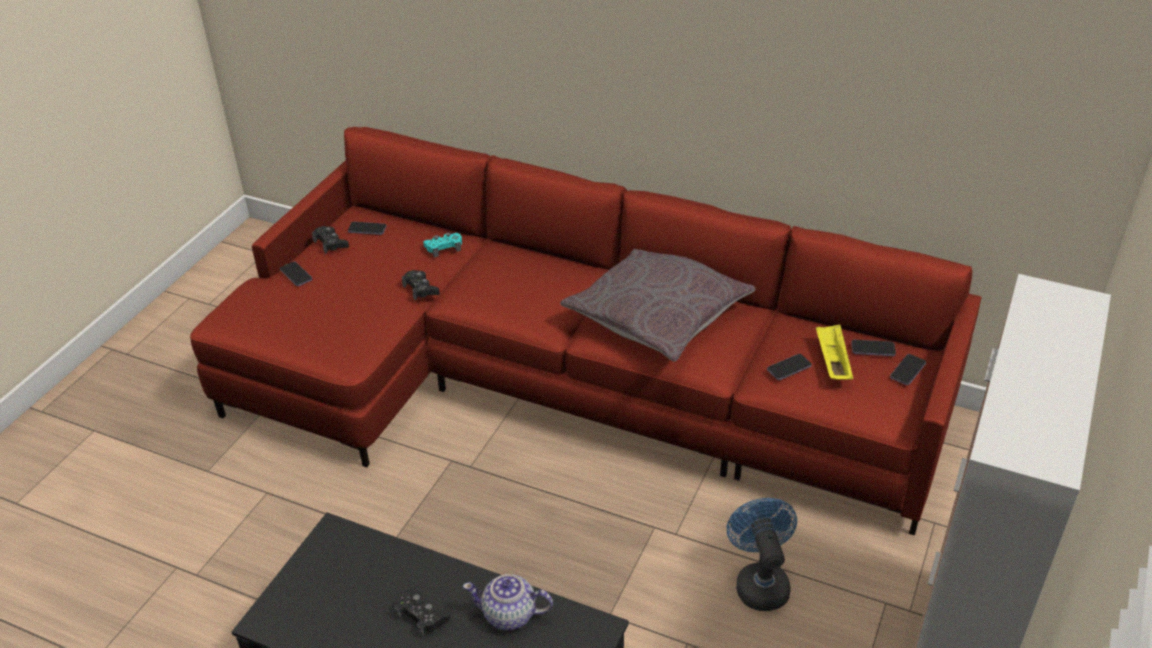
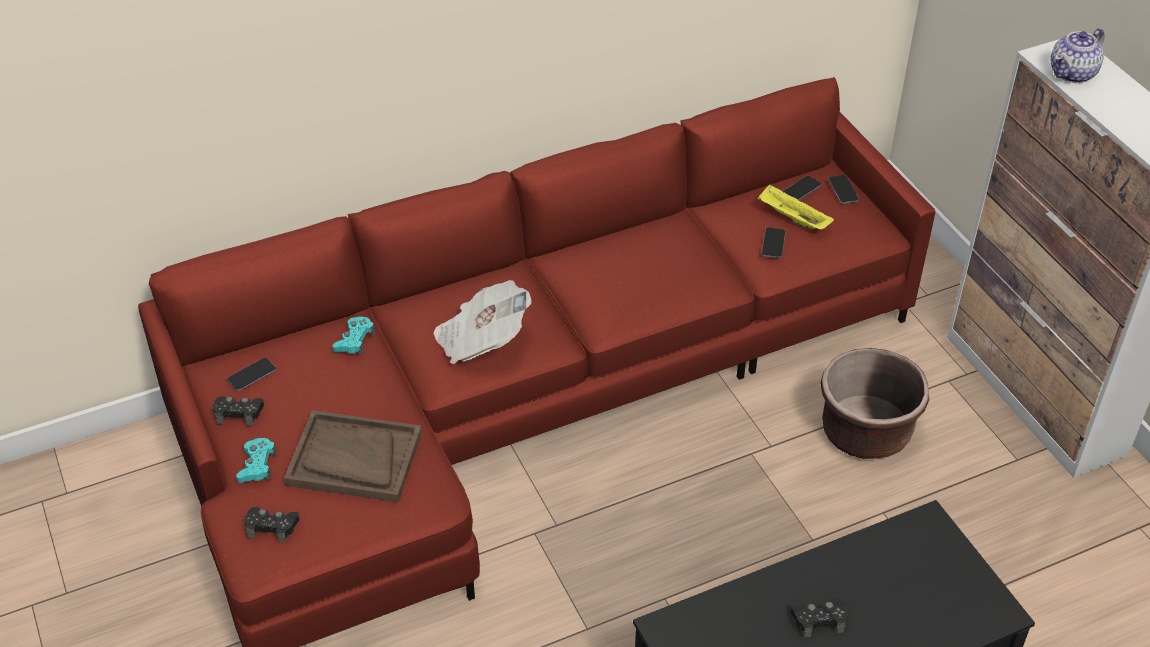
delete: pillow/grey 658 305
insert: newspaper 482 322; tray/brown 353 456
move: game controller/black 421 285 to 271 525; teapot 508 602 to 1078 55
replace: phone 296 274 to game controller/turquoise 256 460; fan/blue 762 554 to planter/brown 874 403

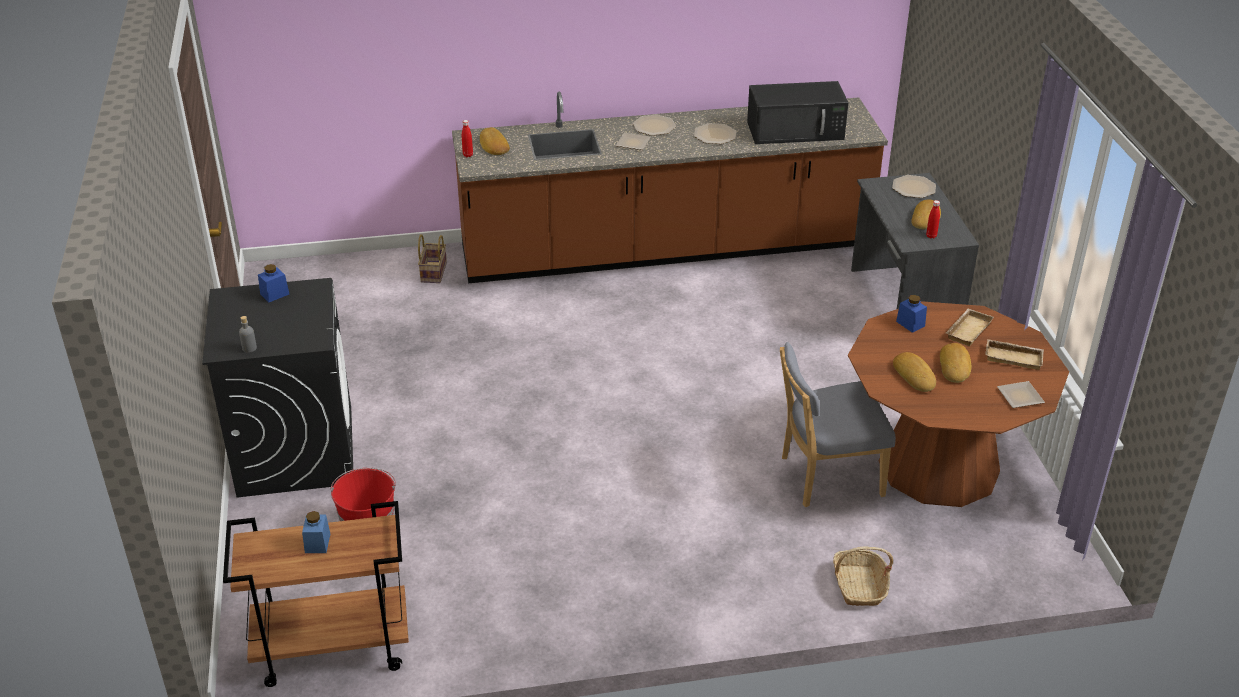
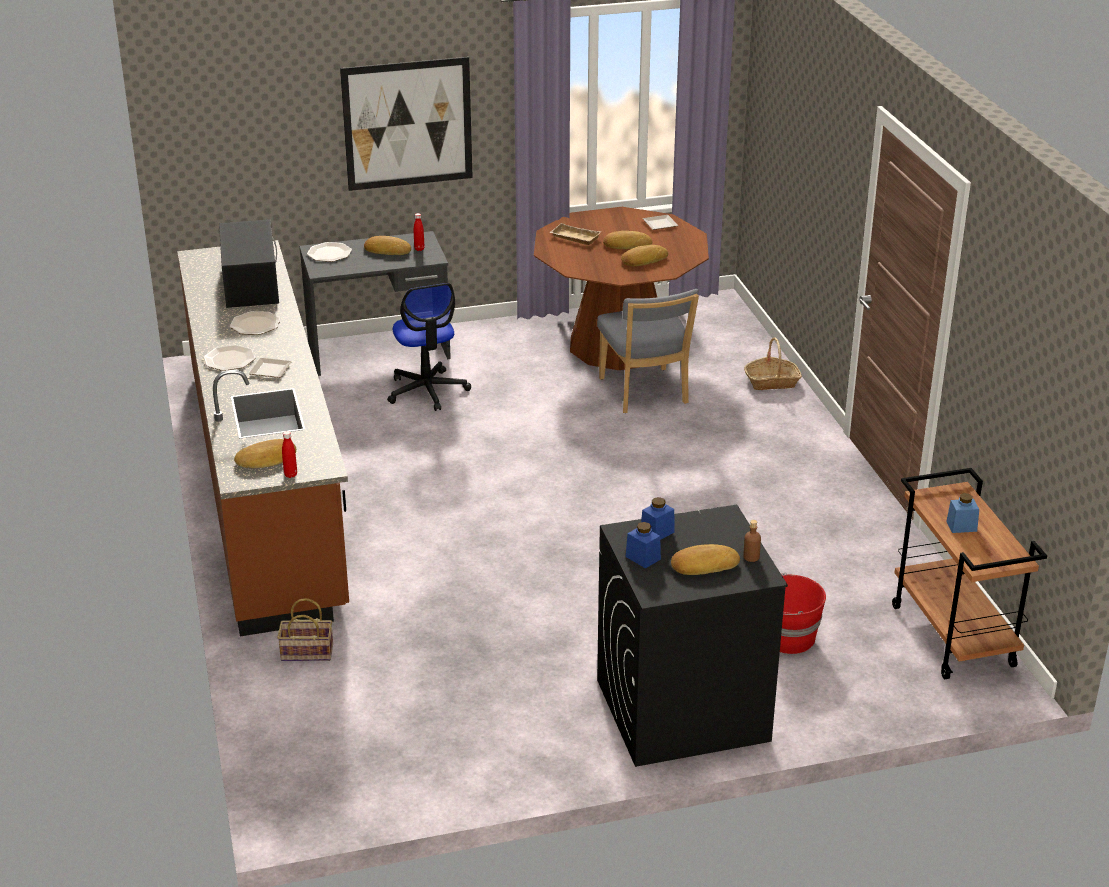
delete: tray/beige 1014 354
insert: picture 406 124; office chair 429 347; bread 705 559
move: jar/blue 911 314 to 658 518
recolor: bottle/grey 248 334 to bottle/brown 752 541

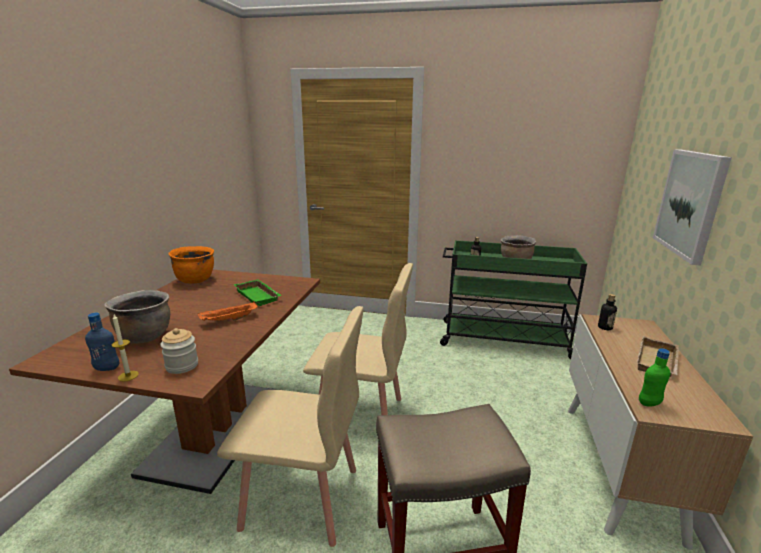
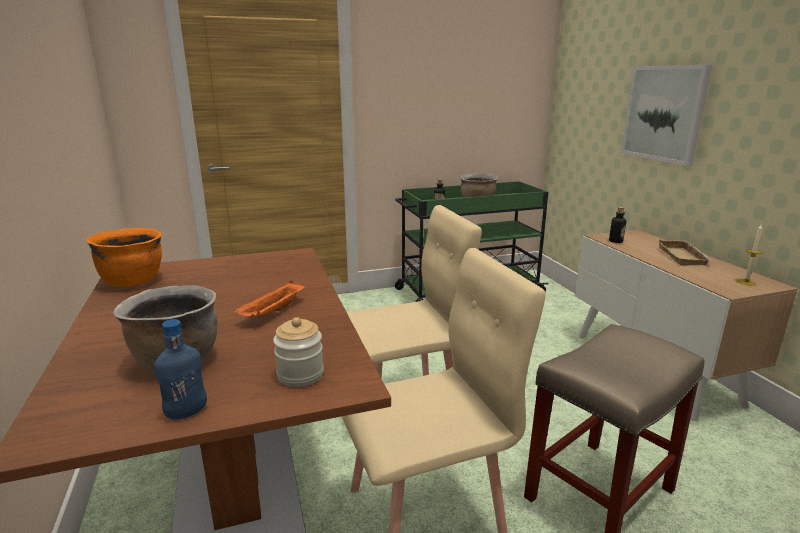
delete: tray/green 258 293; bottle/green 655 377
move: candle 125 348 to 750 255

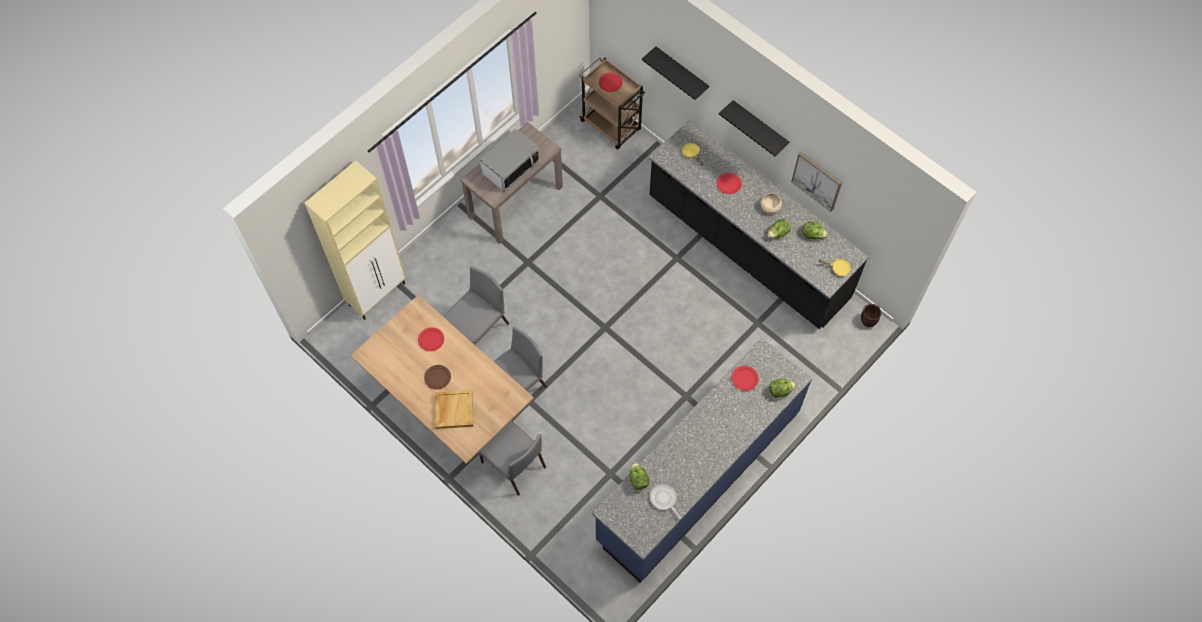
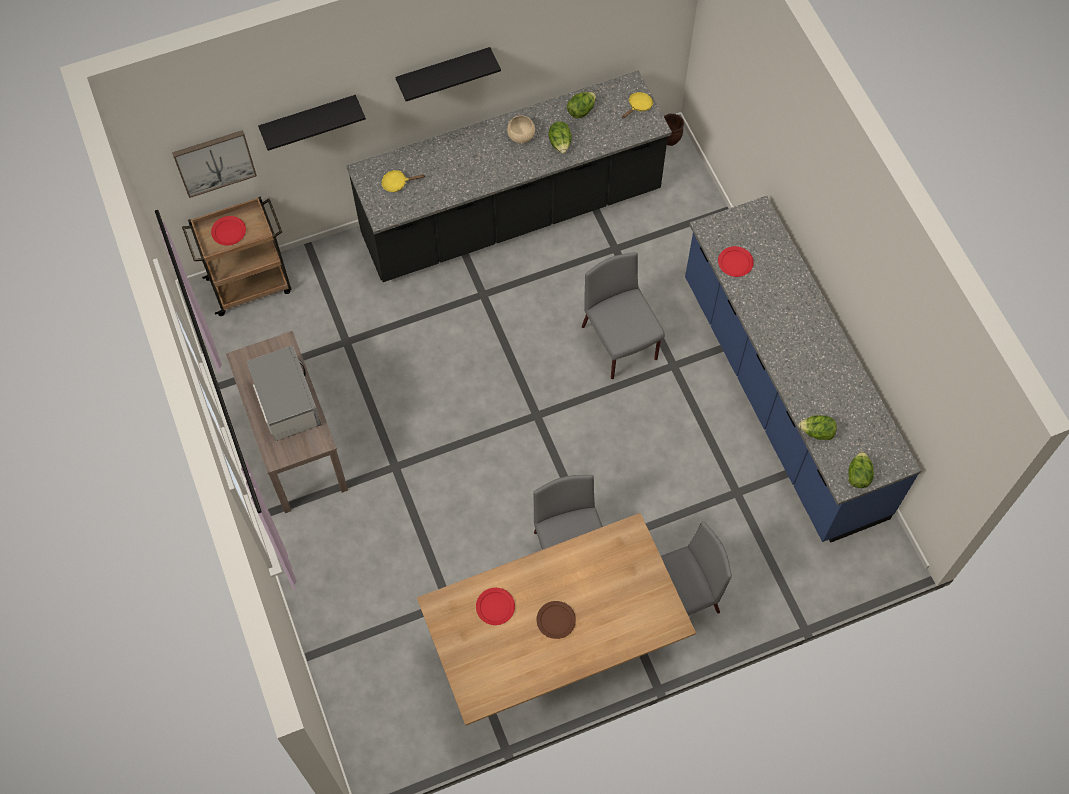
delete: cabinet/beige 355 240; plate/red 729 183; tray/beige 454 409; frying pan 666 501
move: picture 816 182 to 214 164; chair/grey 476 305 to 623 315; lettuce 782 388 to 861 469

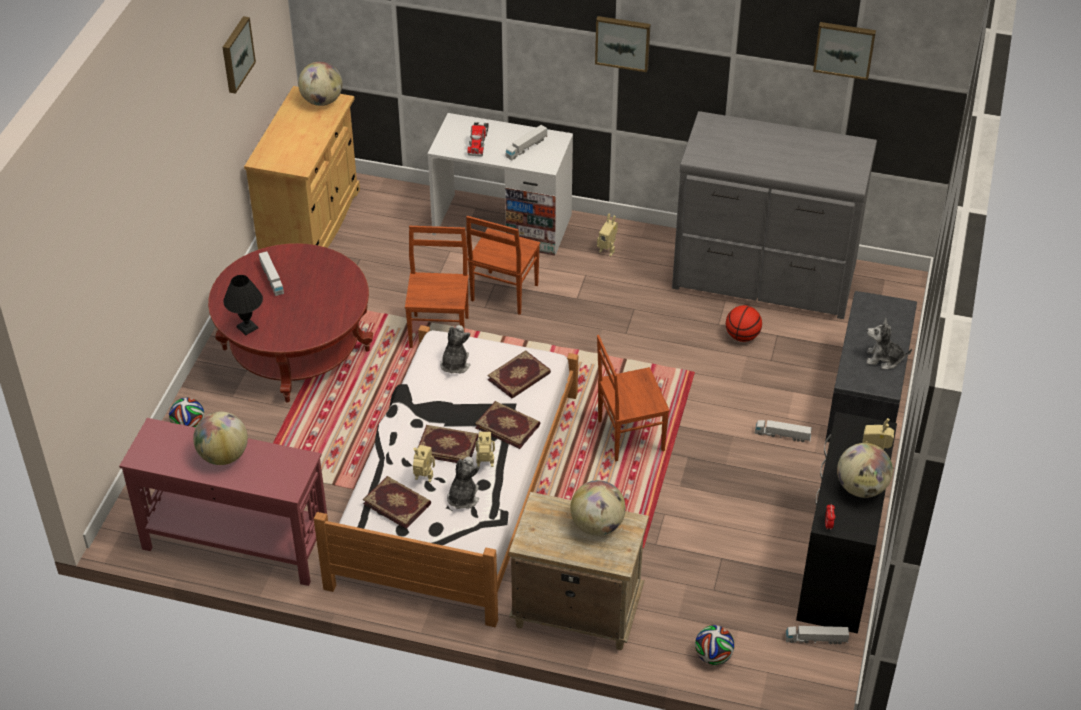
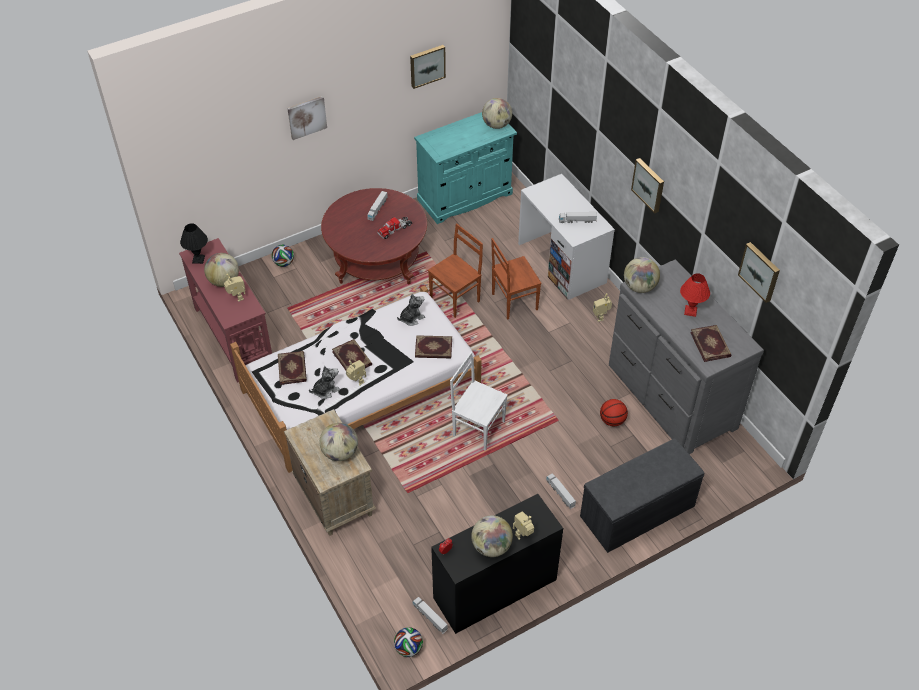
delete: plush toy 889 343
insert: picture 307 118; globe 642 275; table lamp/red 695 295
move: toy truck 478 139 to 394 228; table lamp/black 243 305 to 194 243; book 507 425 to 711 343; toy robot 424 463 to 235 288; football 714 645 to 408 642
recolor: cabinet/beige 302 168 to cabinet/turquoise 465 168; chair/brown 633 398 to chair/white 479 401

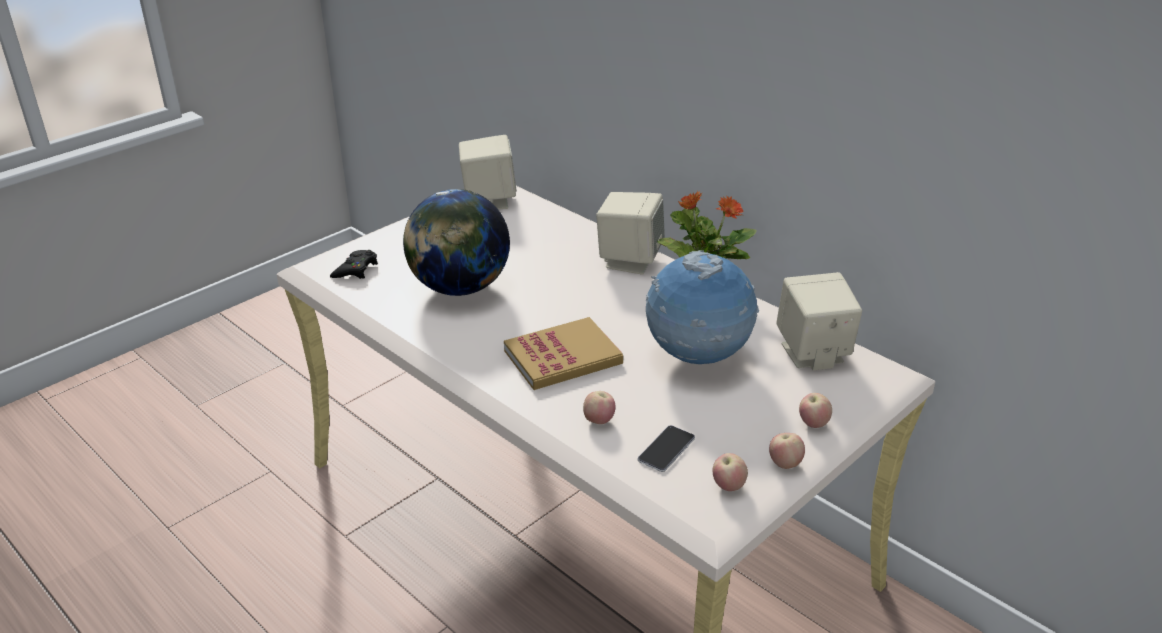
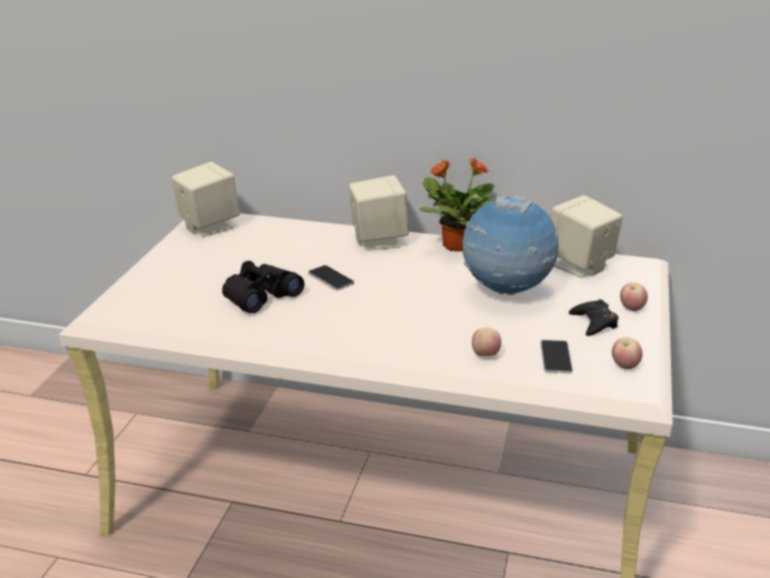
delete: book 563 353; apple 787 451
insert: phone 331 277
move: game controller/black 354 264 to 593 317
replace: globe 456 242 to binoculars/black 263 287

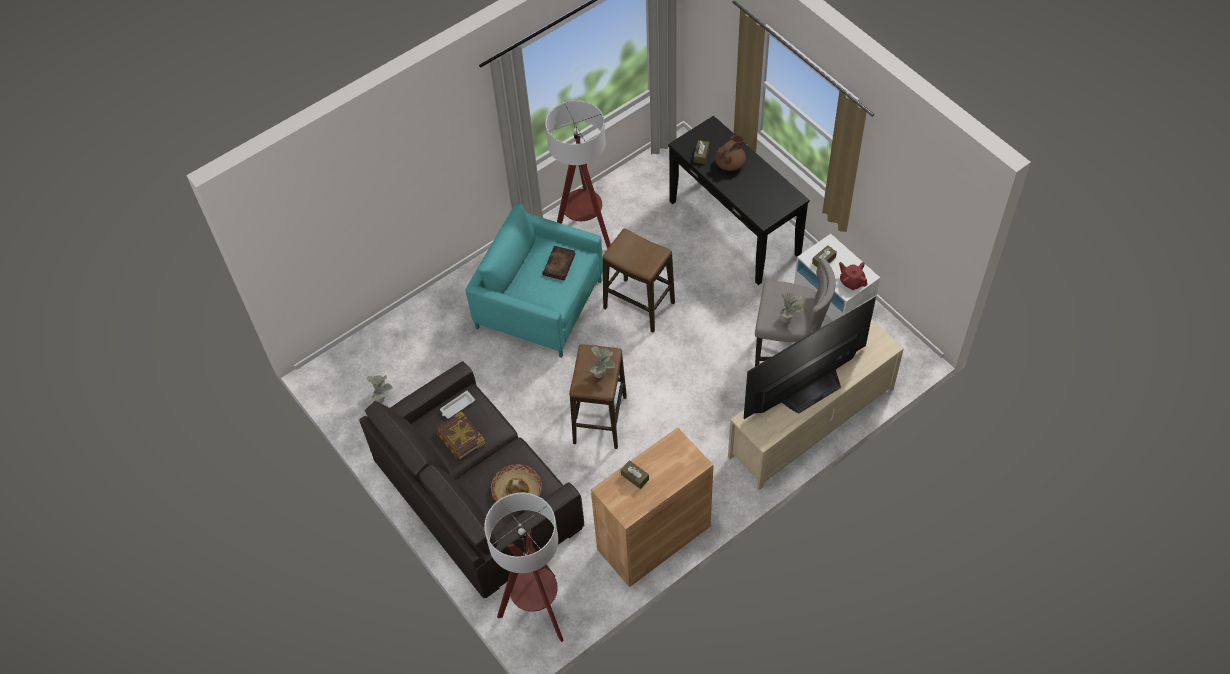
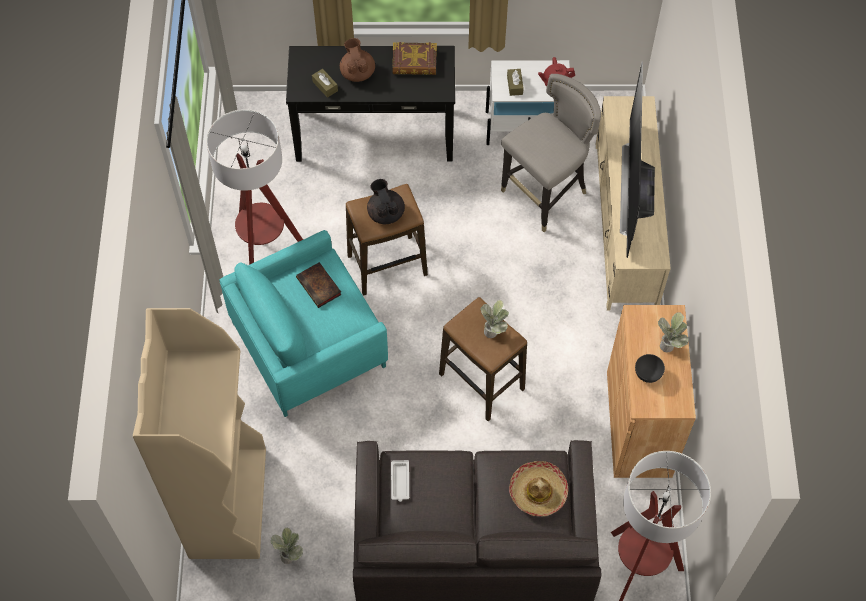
insert: teapot/black 386 201; bookcase/beige 199 433
move: potted plant 791 307 to 673 332; book 460 436 to 414 58
replace: tissue box/brown 635 474 to bowl/grey 650 368

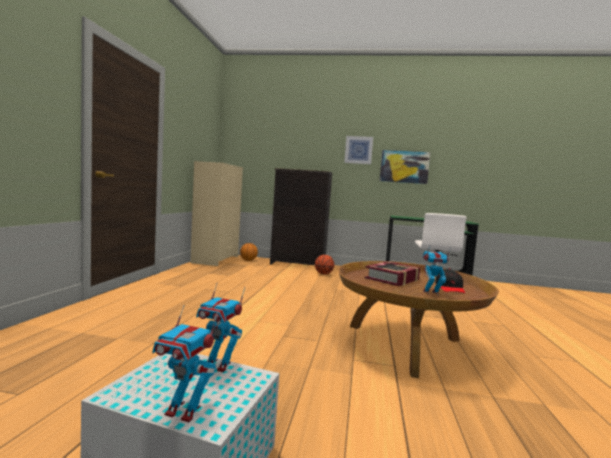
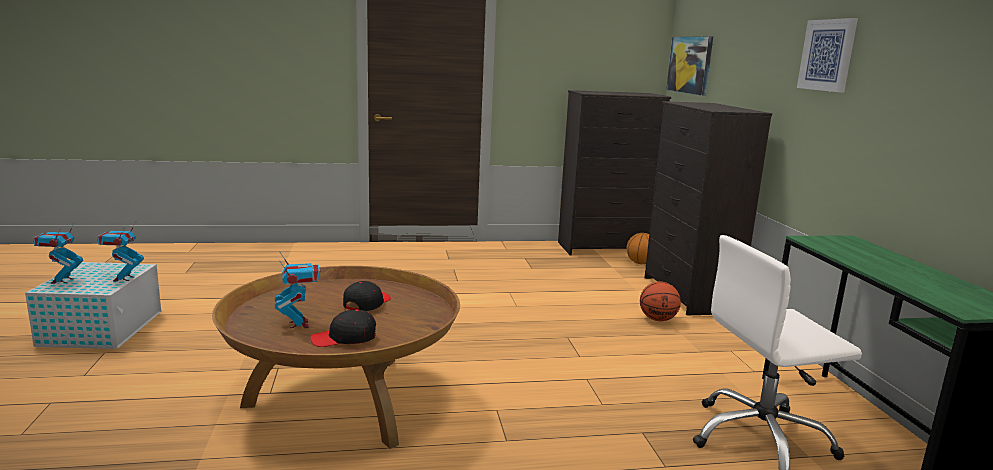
move: picture 405 167 to 689 66
replace: book 392 273 to cap/black 367 296
recolor: dresser/beige 216 213 to dresser/black 614 172

